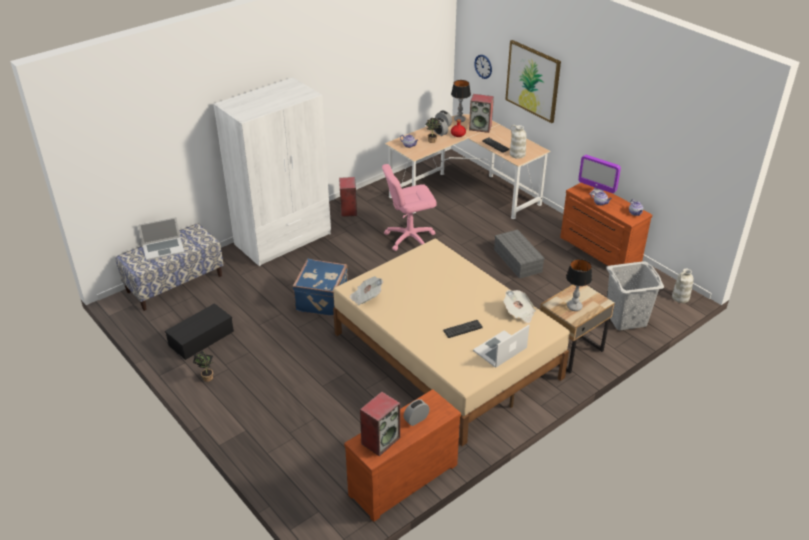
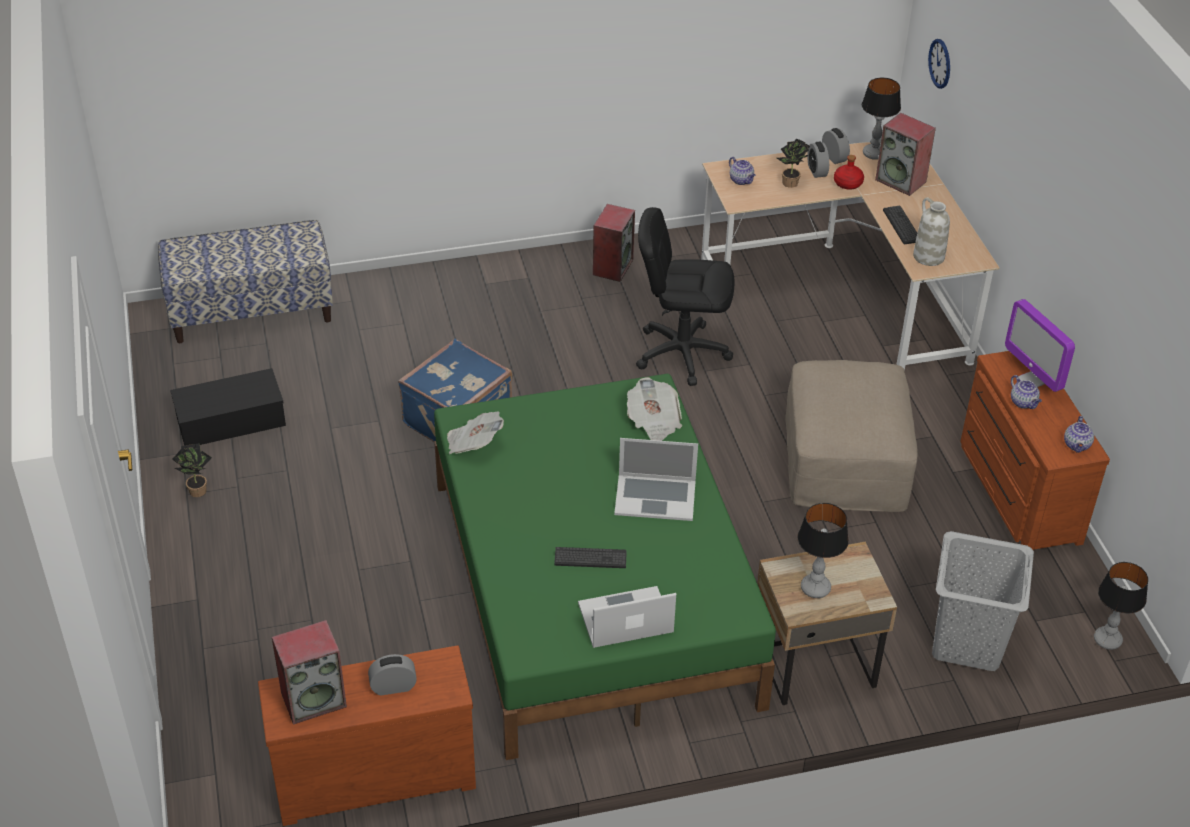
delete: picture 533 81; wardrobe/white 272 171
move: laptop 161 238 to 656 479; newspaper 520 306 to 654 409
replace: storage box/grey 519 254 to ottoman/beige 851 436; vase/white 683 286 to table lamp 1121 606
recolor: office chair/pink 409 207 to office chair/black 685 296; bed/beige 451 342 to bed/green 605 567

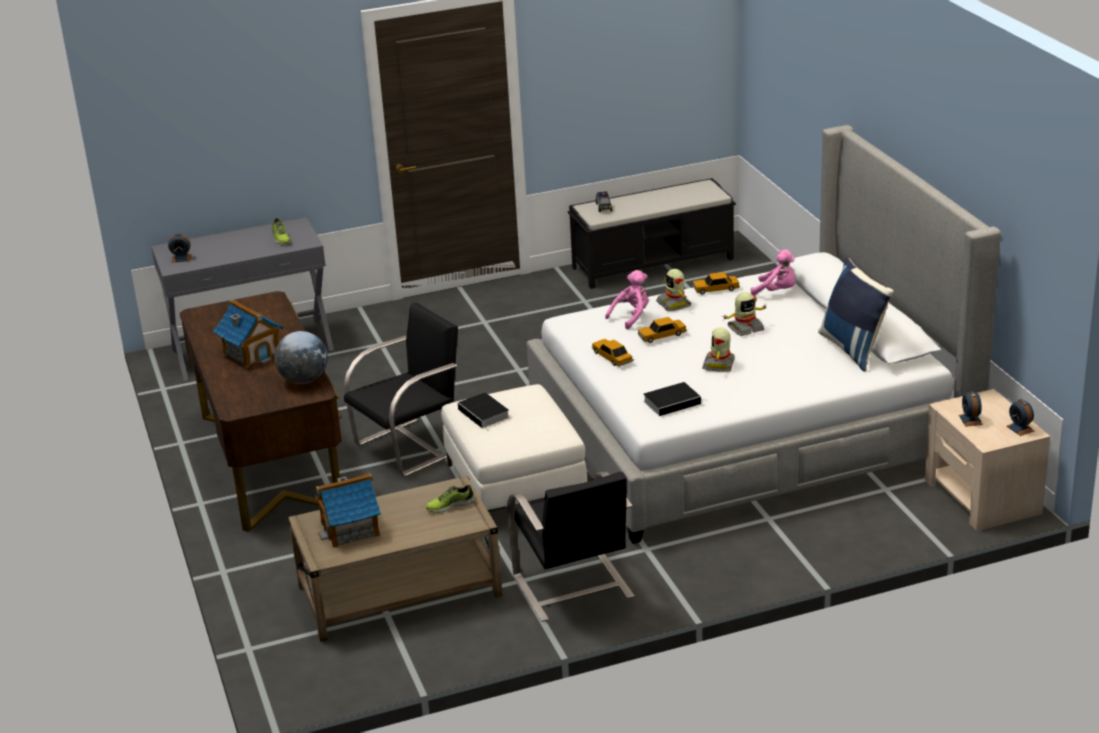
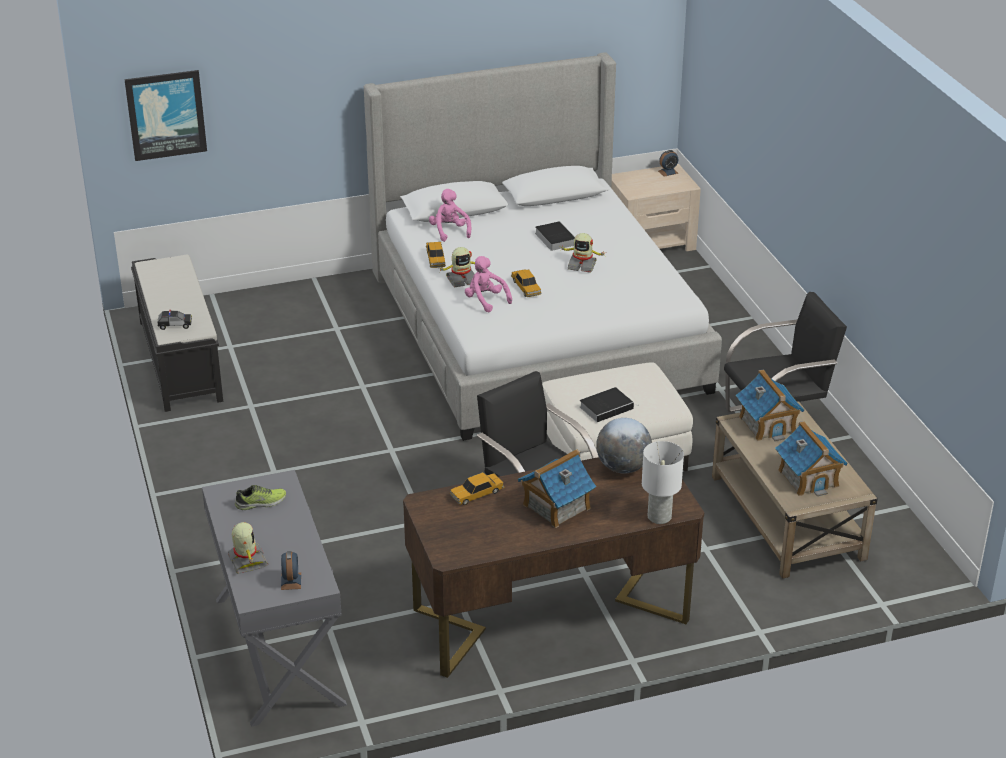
delete: pillow/blue 856 314; alarm clock 971 409
insert: picture 165 115; table lamp/white 663 482
move: toy robot 745 314 to 248 548; toy car 612 353 to 477 488; book 676 399 to 555 236
replace: shoe 450 499 to toy house 770 405
rotate: plush toy/pink 773 272 = 450 215 45 degrees counterclockwise

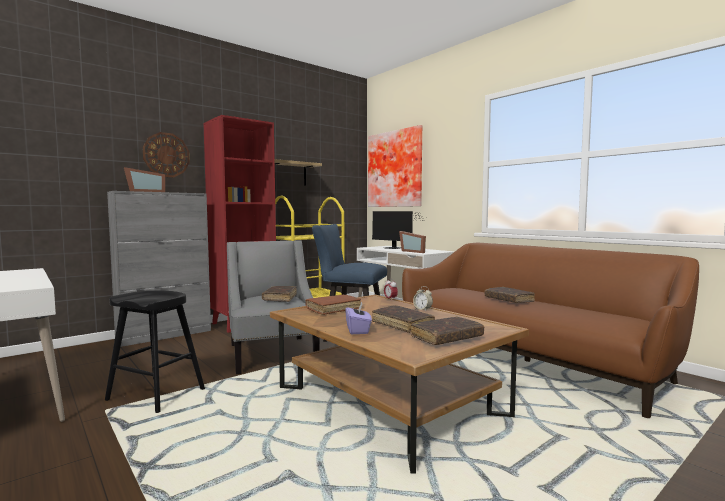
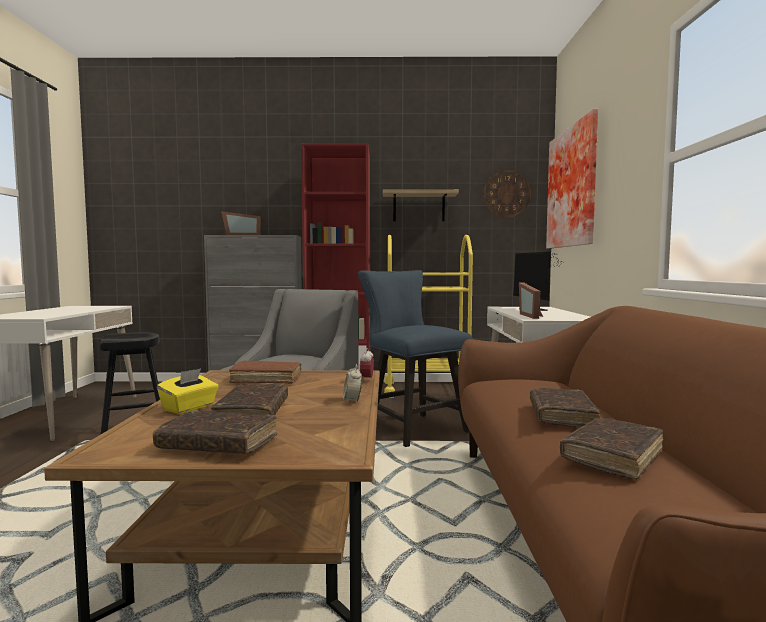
move: wall clock 166 154 to 507 194; book/brown 279 294 to 611 449
recolor: tissue box/purple 358 317 to tissue box/yellow 188 391

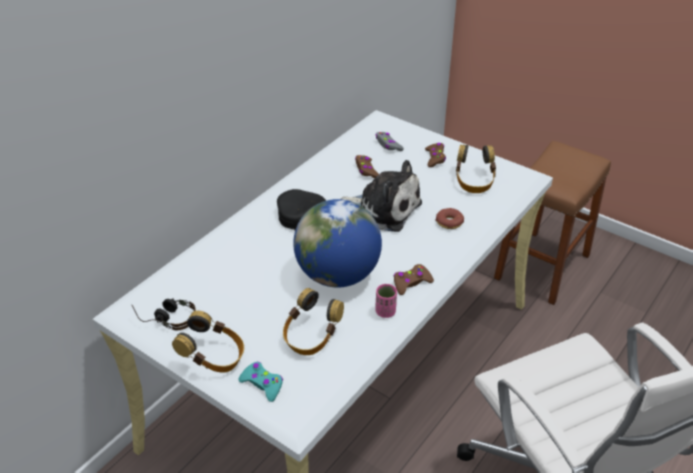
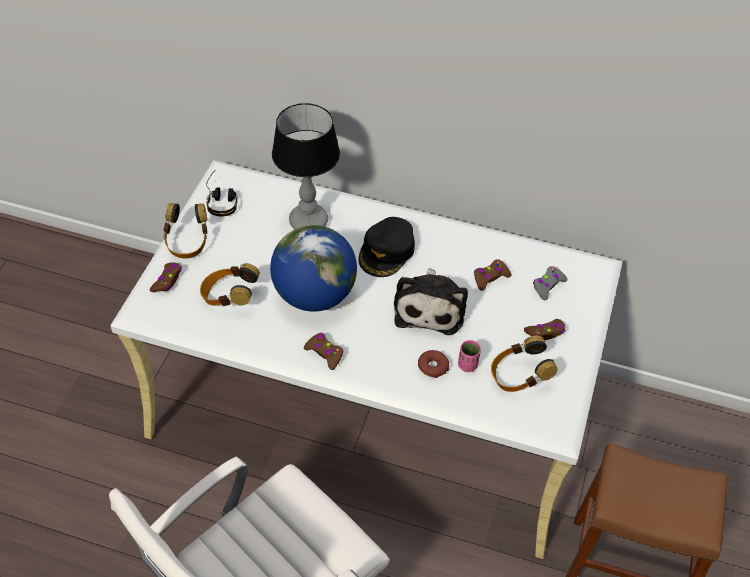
insert: table lamp 306 166
move: cup/pink 386 301 to 469 356
recolor: game controller/turquoise 260 382 to game controller/brown 166 277

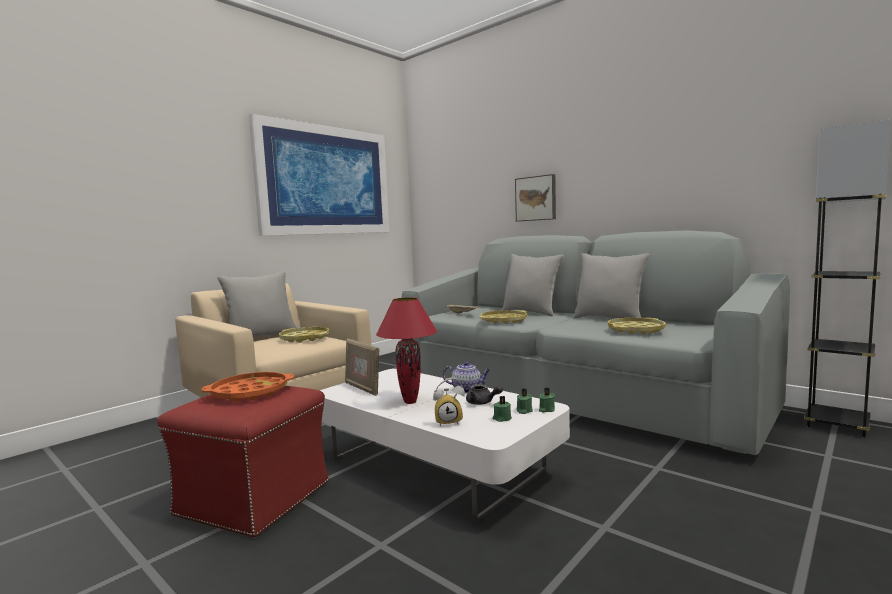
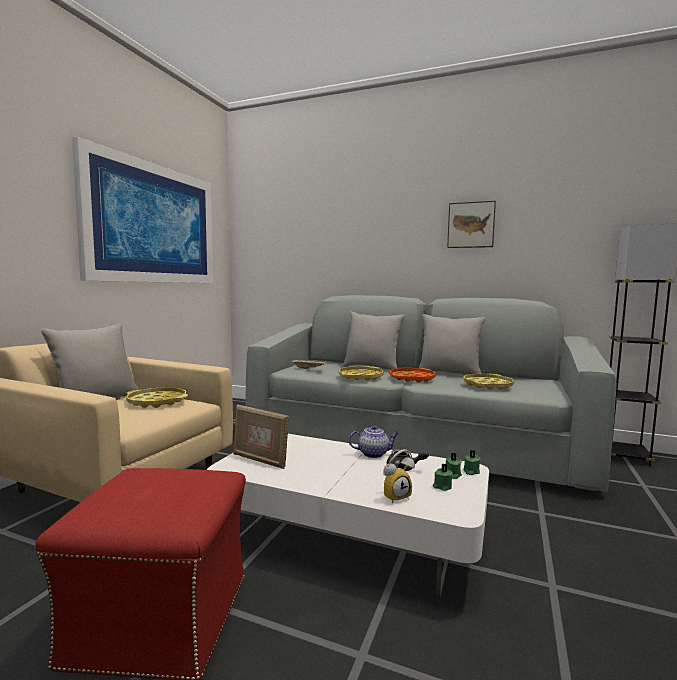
delete: table lamp/red 406 350
move: picture 535 197 to 471 224; tray/orange 248 387 to 413 375

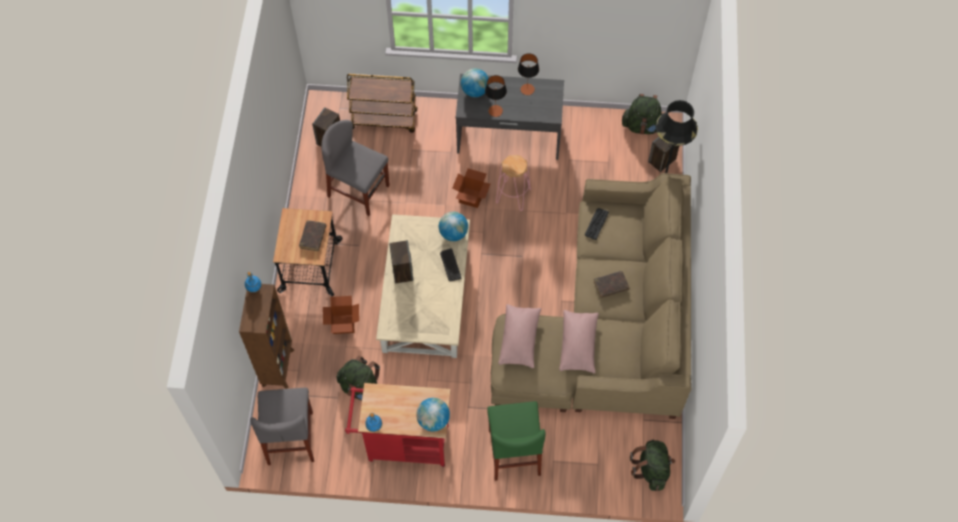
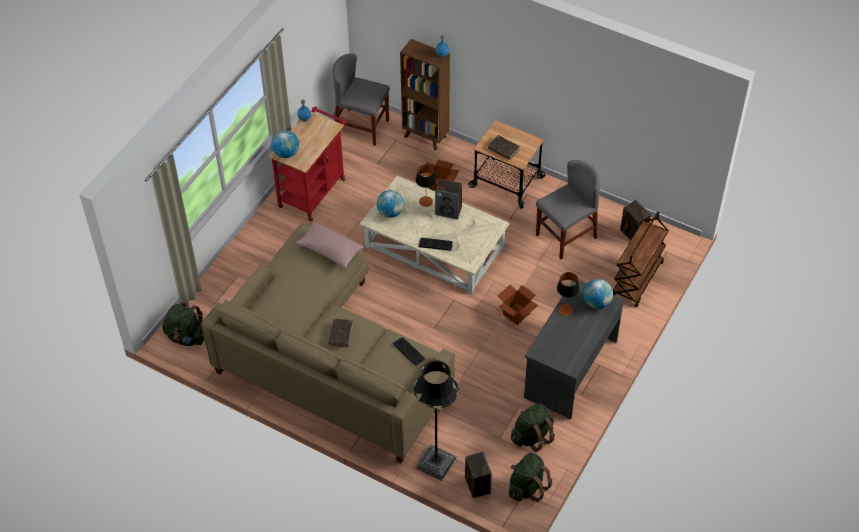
delete: stool/pink 513 183; pillow/pink 579 341; chair/green 516 441
move: table lamp 528 74 to 426 186; globe 453 226 to 390 204; backpack/green 358 378 to 533 427

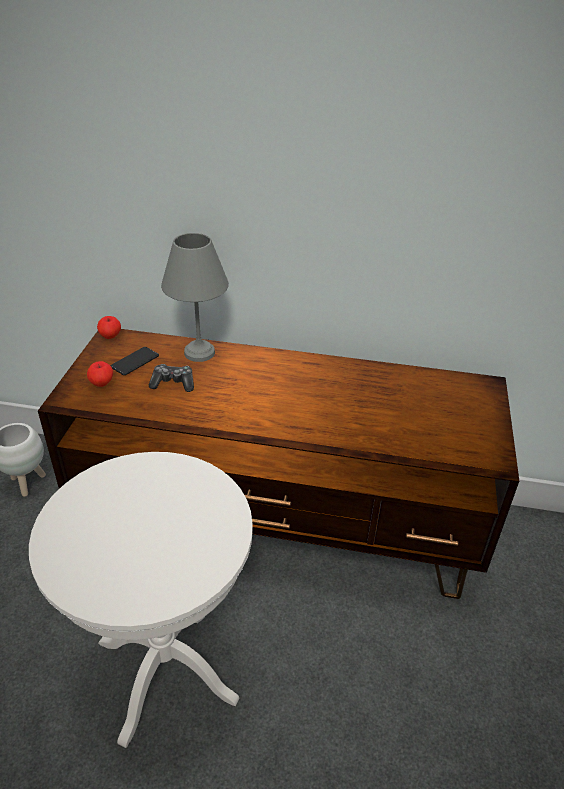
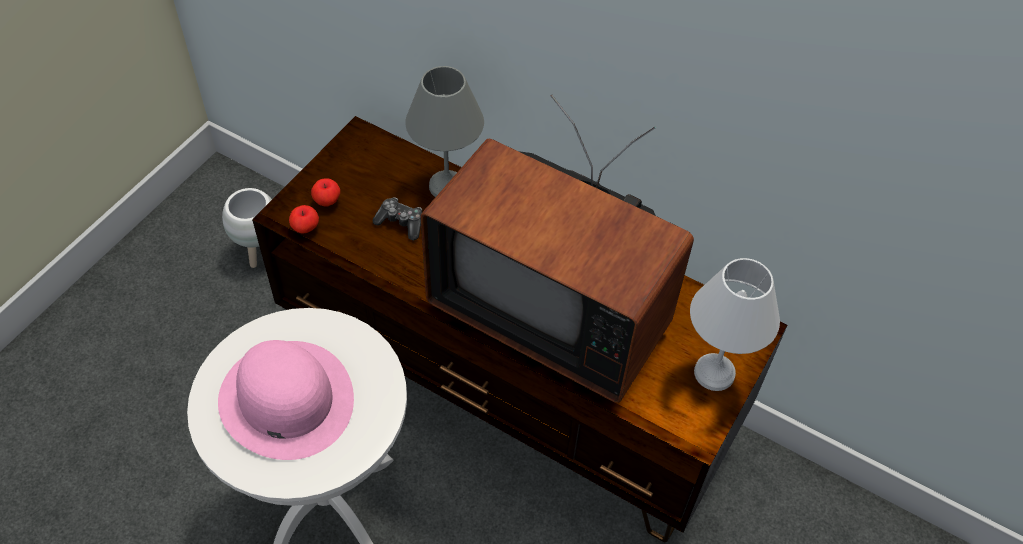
delete: phone 134 361
insert: television 557 248; table lamp/white 735 324; hat/pink 286 400
move: apple 109 327 to 304 219

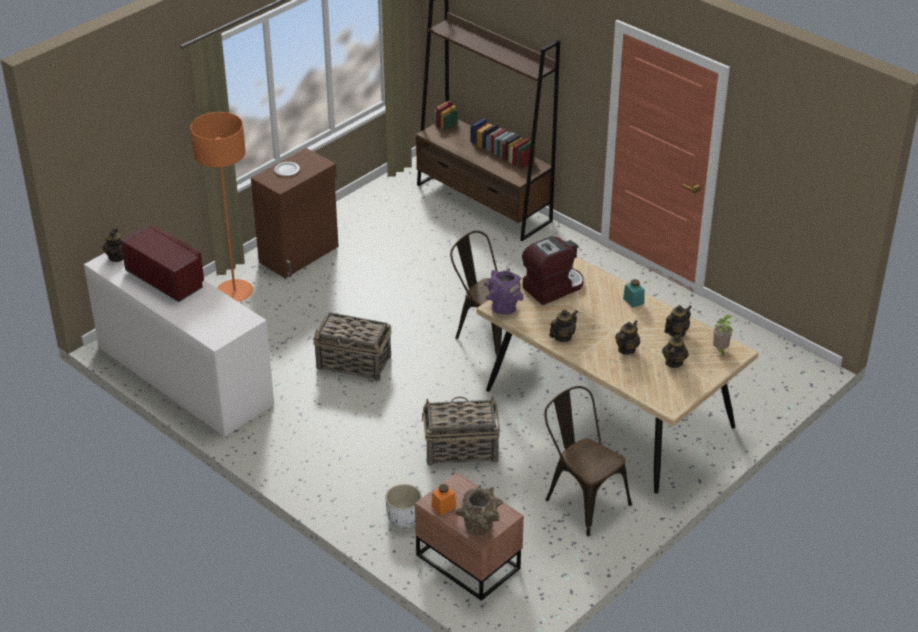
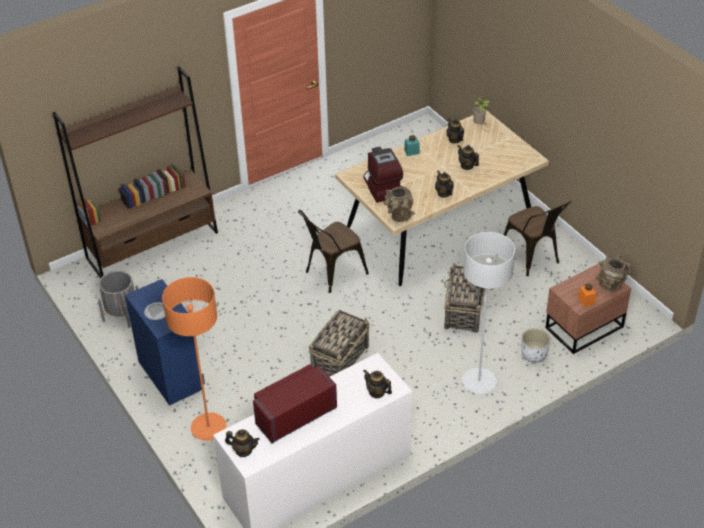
insert: floor lamp/grey 488 313; planter/grey 118 299
move: teapot 675 350 to 377 384
recolor: cabinet/brown 295 213 to cabinet/blue 165 342; vase/purple 503 291 to vase/brown 399 204
rotate: chair/brown 588 461 = 537 238 90 degrees counterclockwise

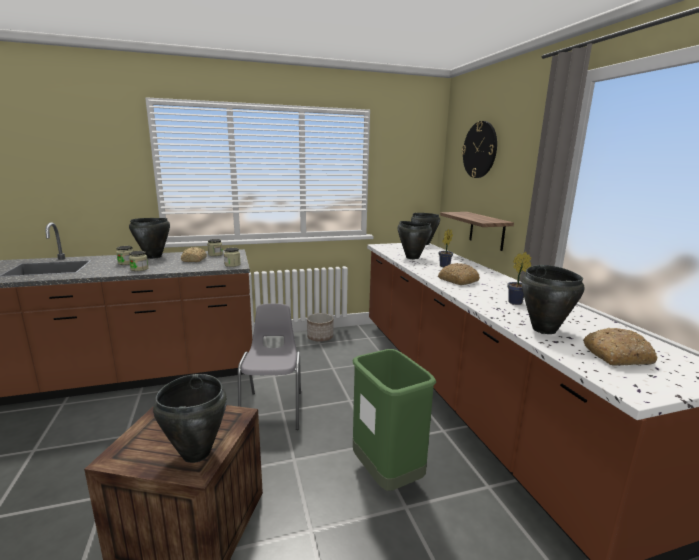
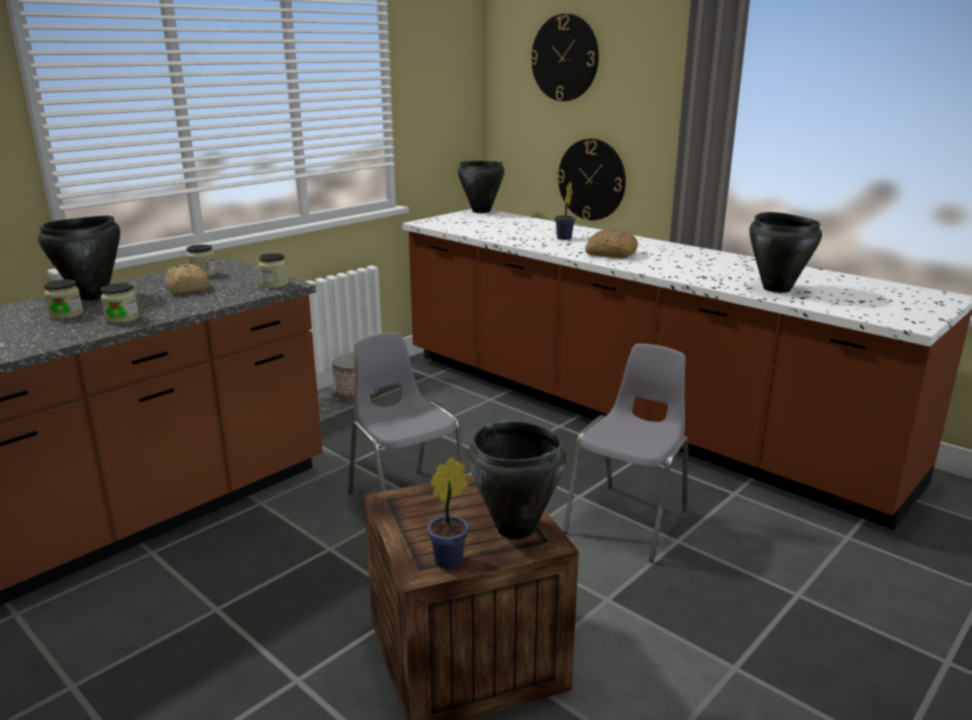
delete: cooking pot/black 415 240; bread 620 347
move: potted plant 519 278 to 448 513
replace: shelf 477 231 to wall clock 591 179; trash can/green 394 420 to chair/grey 625 453

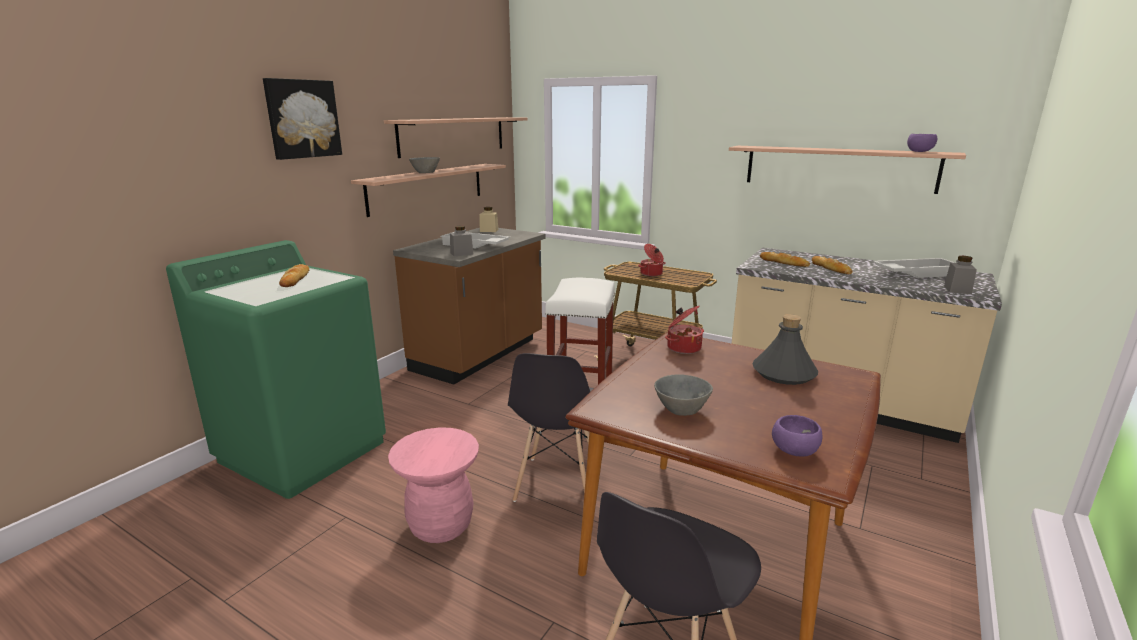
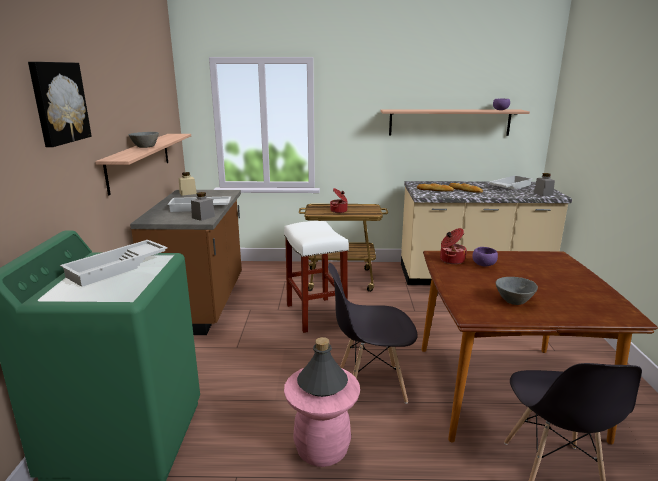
delete: shelf 456 137
move: bottle/grey 785 349 to 322 367; bowl/purple 797 435 to 485 256
replace: bread 294 275 to tray/white 114 263
rotate: chair/grey 551 427 = 373 333 105 degrees clockwise

